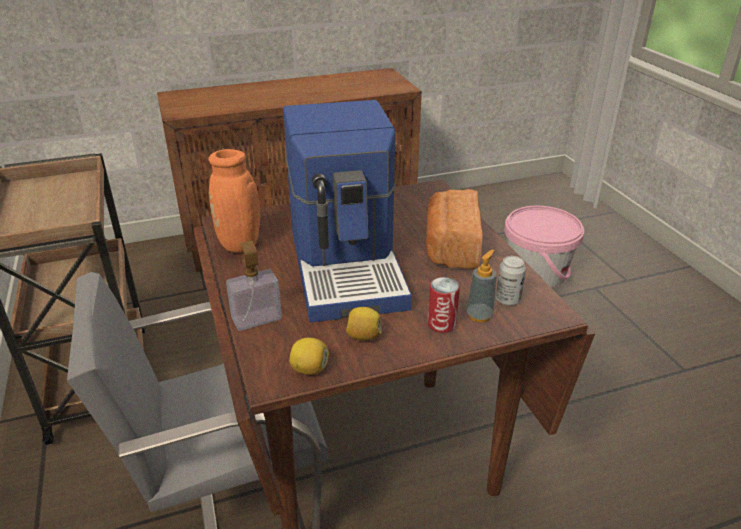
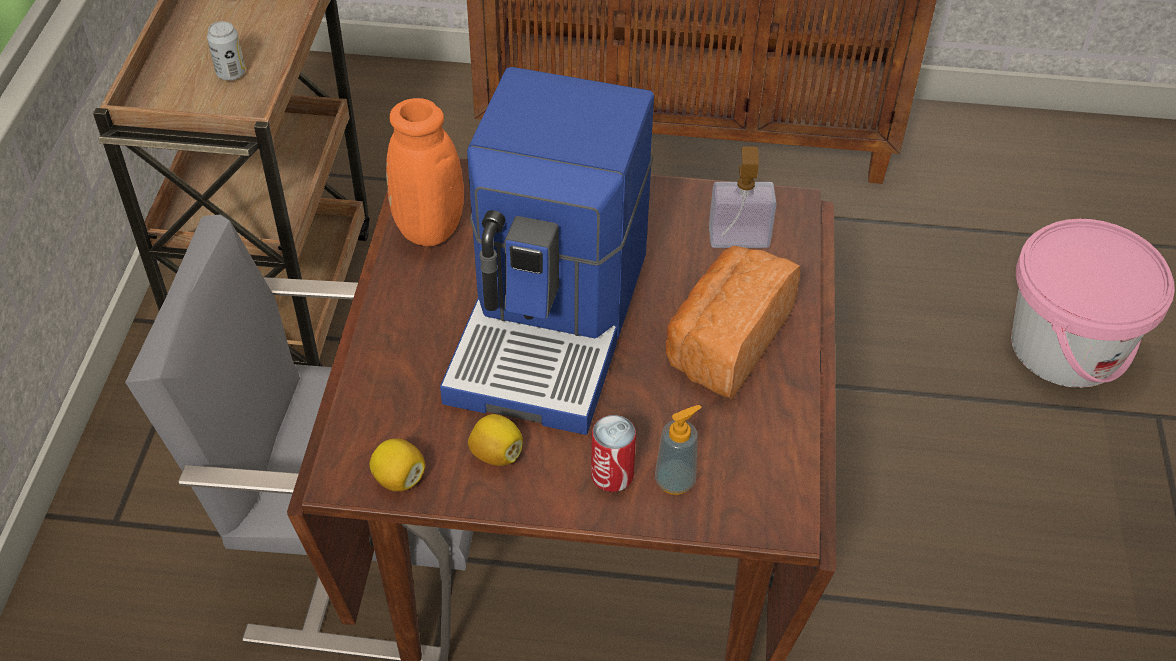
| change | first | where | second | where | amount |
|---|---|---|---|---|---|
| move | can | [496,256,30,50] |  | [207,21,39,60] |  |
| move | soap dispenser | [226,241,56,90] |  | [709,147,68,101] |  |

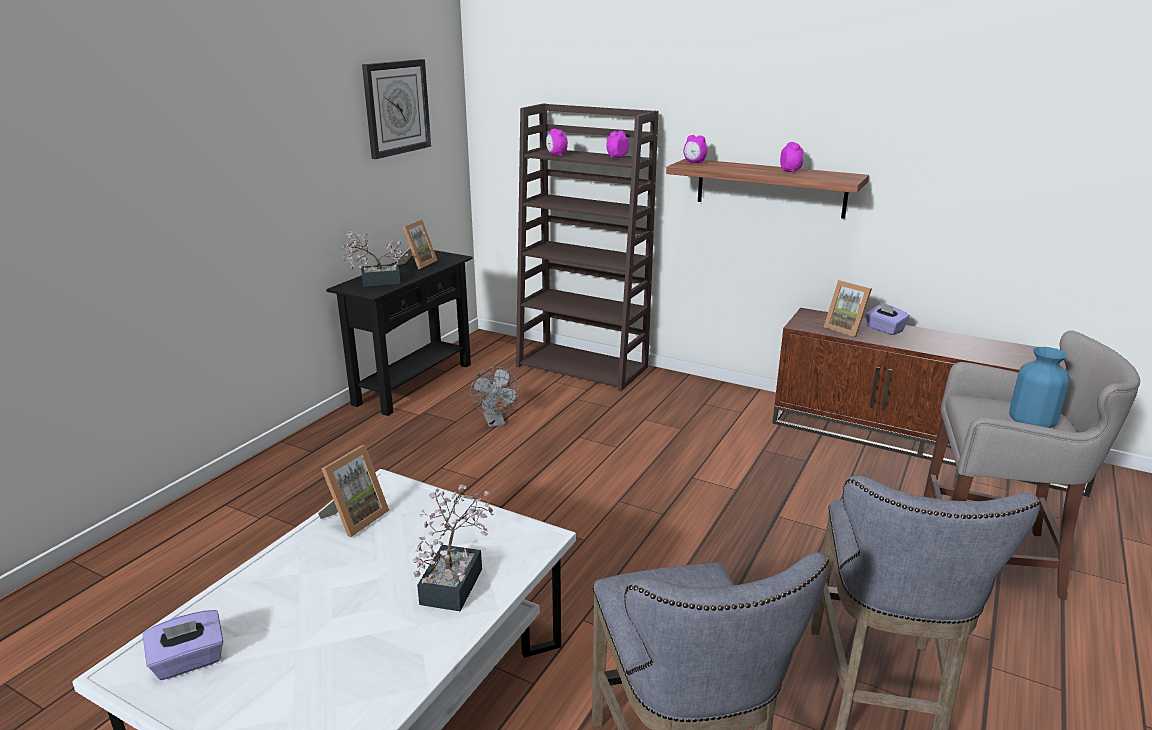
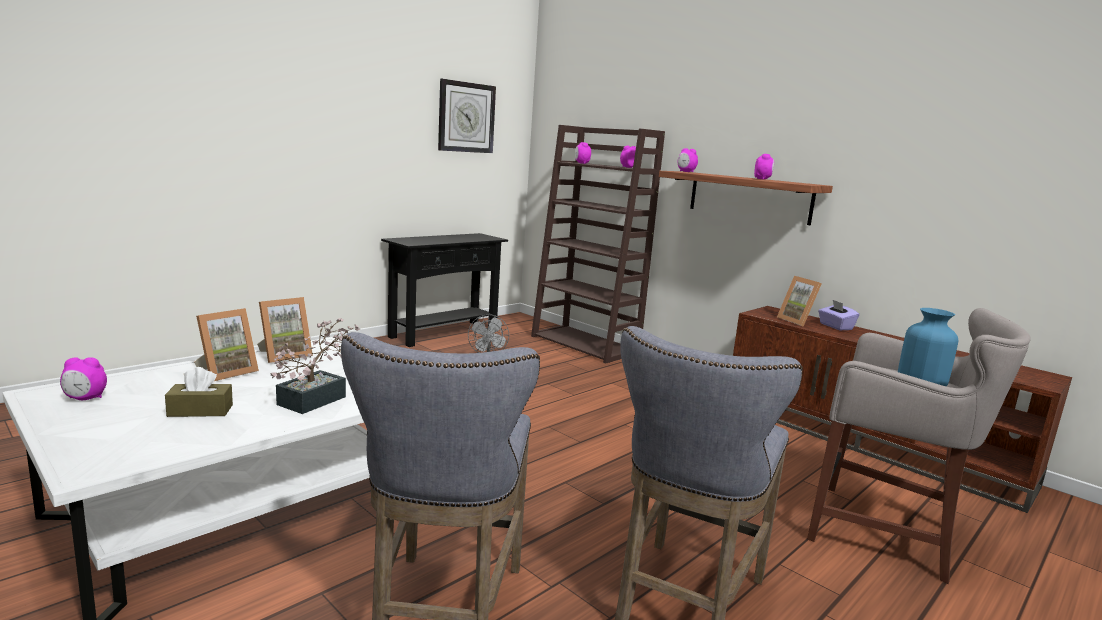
| change | first | where | second | where | amount |
|---|---|---|---|---|---|
| replace | purple tissue box | [142,610,81,70] | alarm clock | [60,357,47,43] |  |
| insert |  |  | brown tissue box | [165,367,68,50] |  |
| move | picture frame | [397,220,40,49] |  | [194,308,65,73] |  |
| delete | potted plant | [342,231,66,56] |  |  |  |

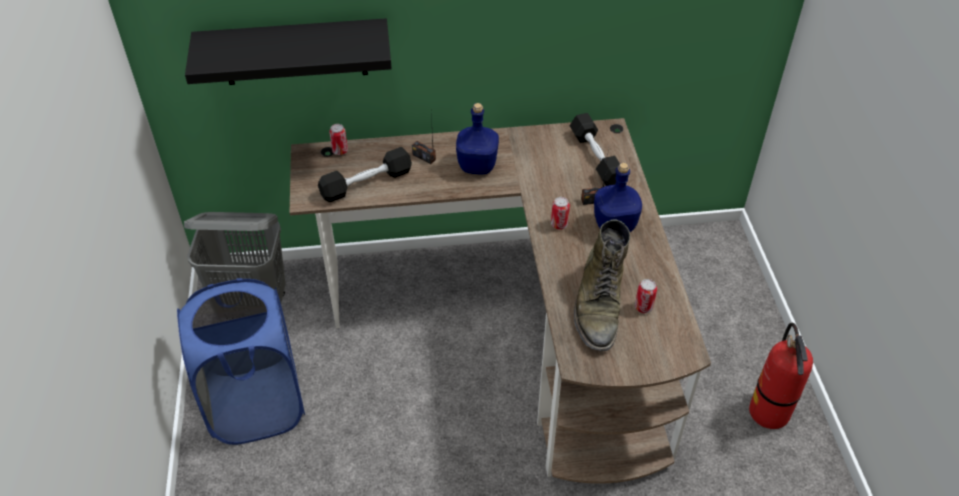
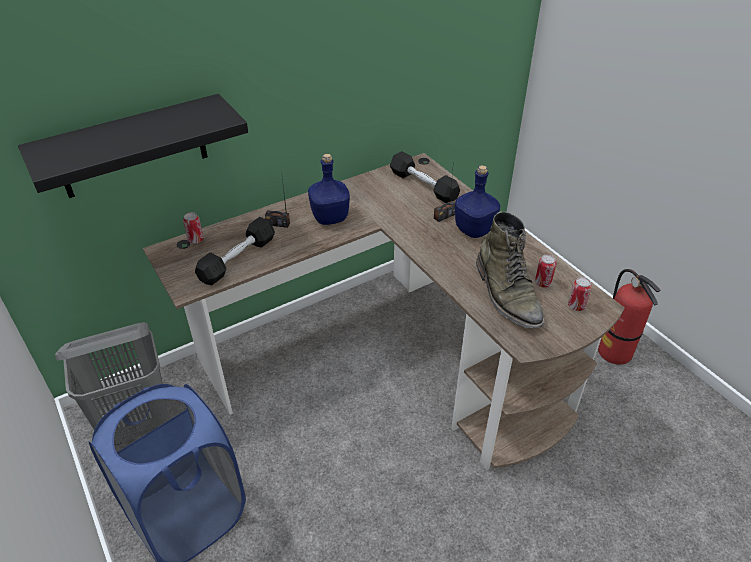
| change | first | where | second | where | amount |
|---|---|---|---|---|---|
| move | can | [551,197,19,33] |  | [568,277,24,34] |  |

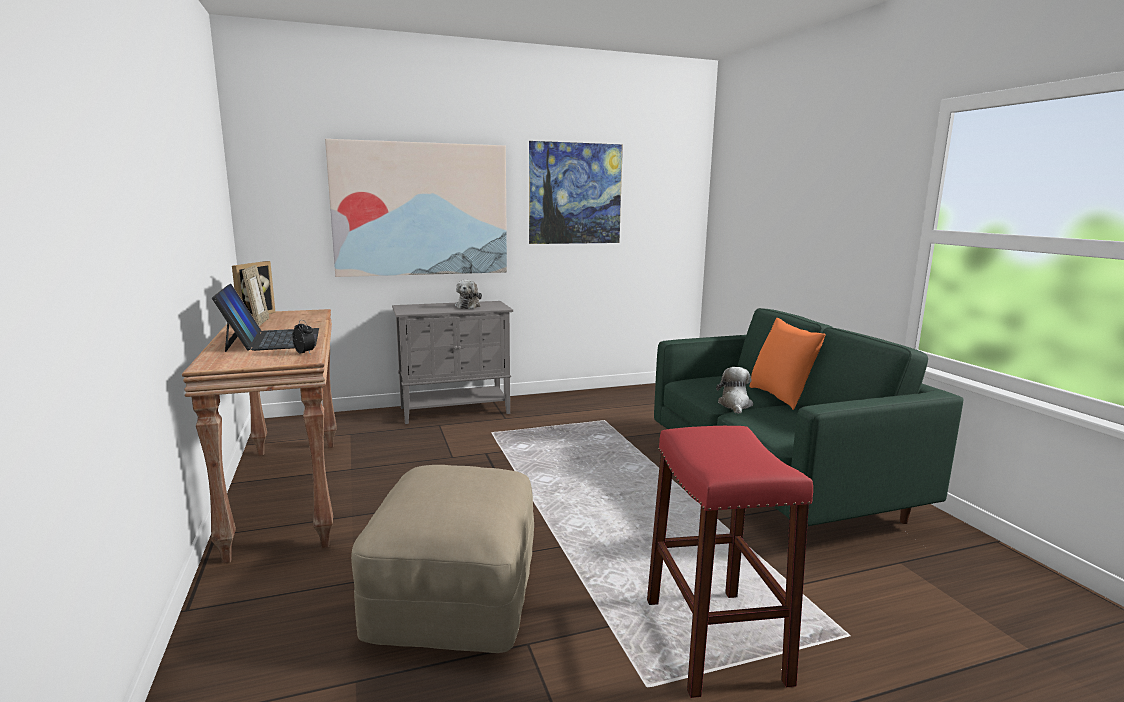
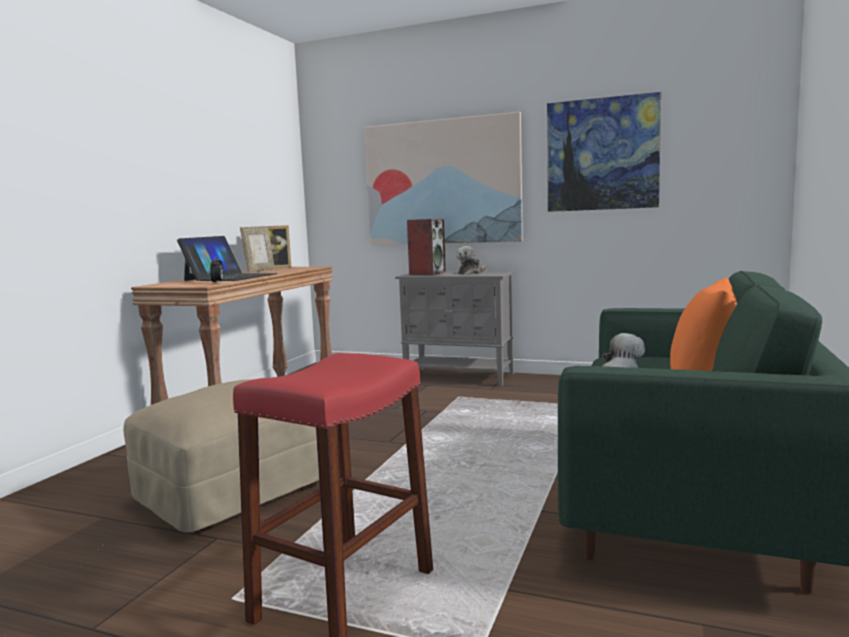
| change | first | where | second | where | amount |
|---|---|---|---|---|---|
| insert |  |  | speaker | [407,219,39,56] |  |

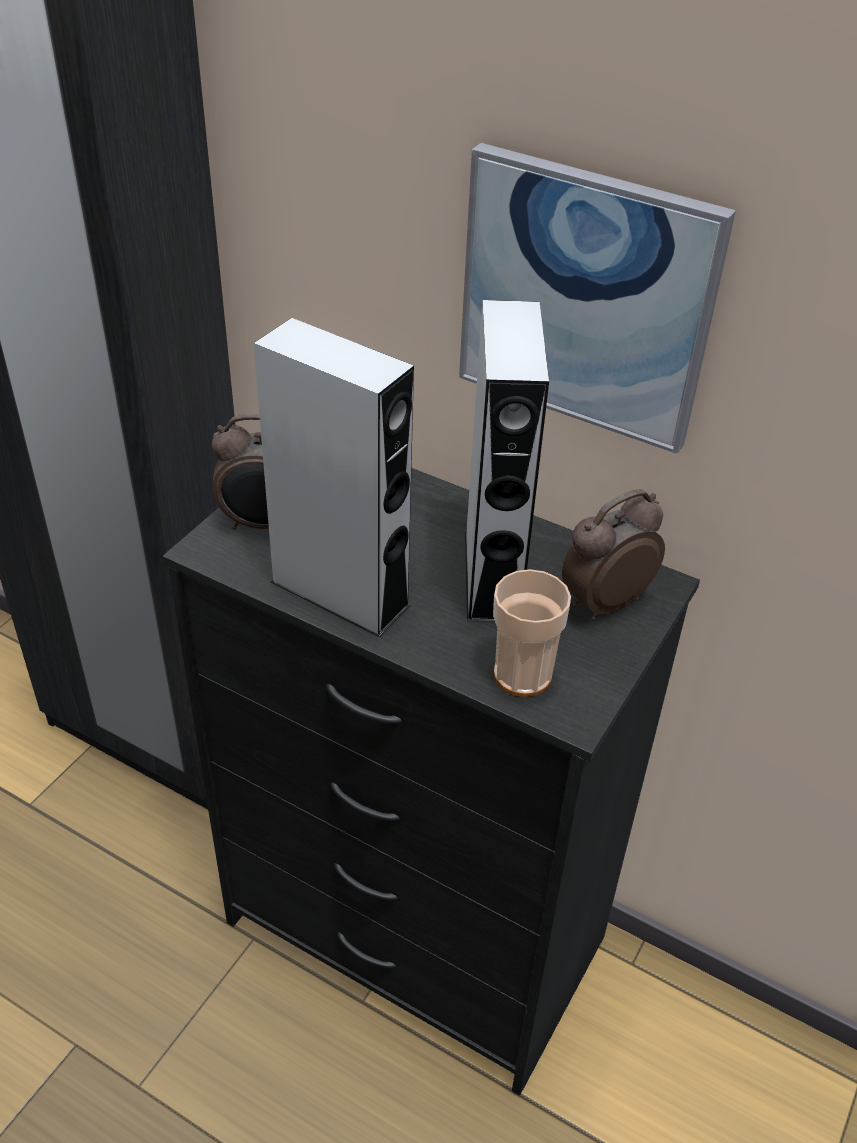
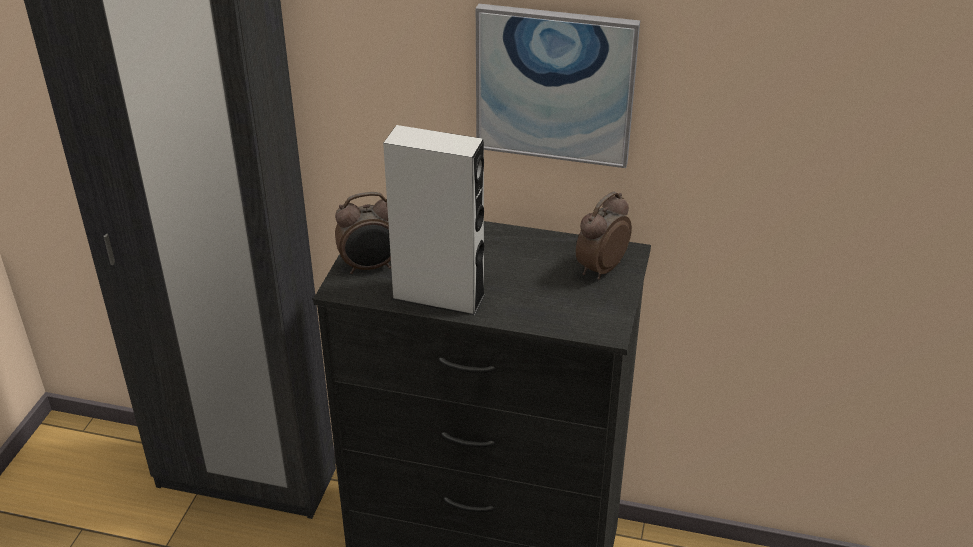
| change | first | where | second | where | amount |
|---|---|---|---|---|---|
| delete | grey speaker | [465,300,84,322] |  |  |  |
| delete | cup | [493,569,78,128] |  |  |  |

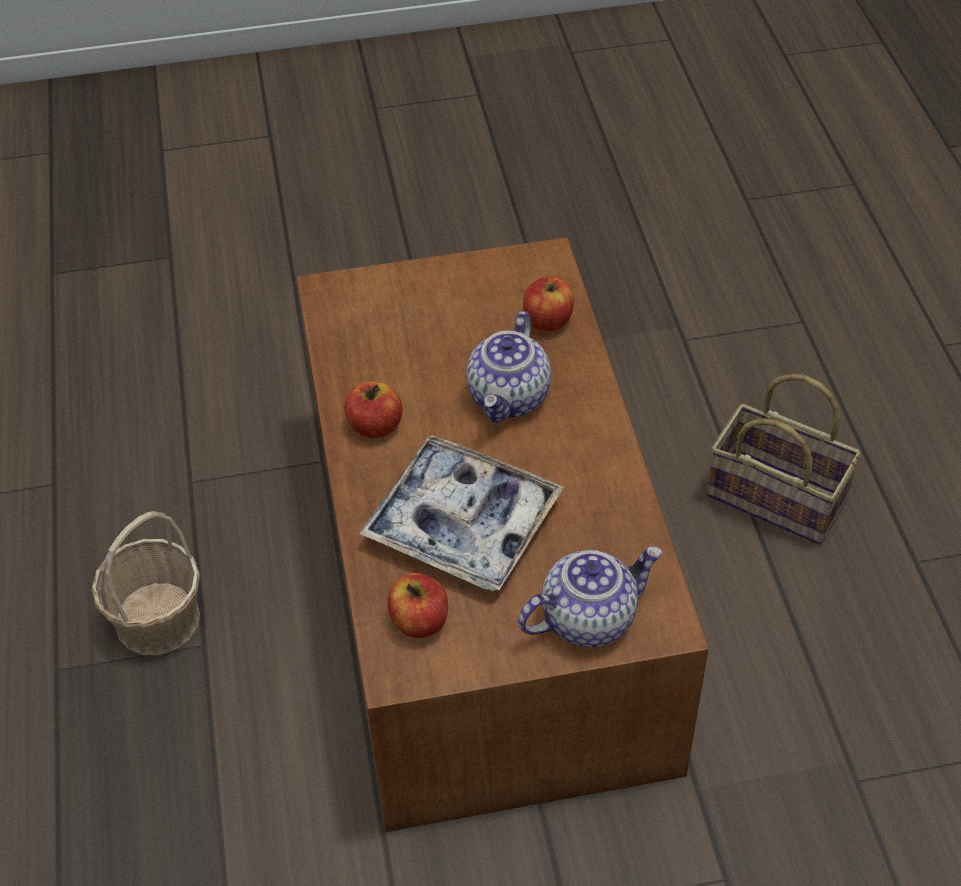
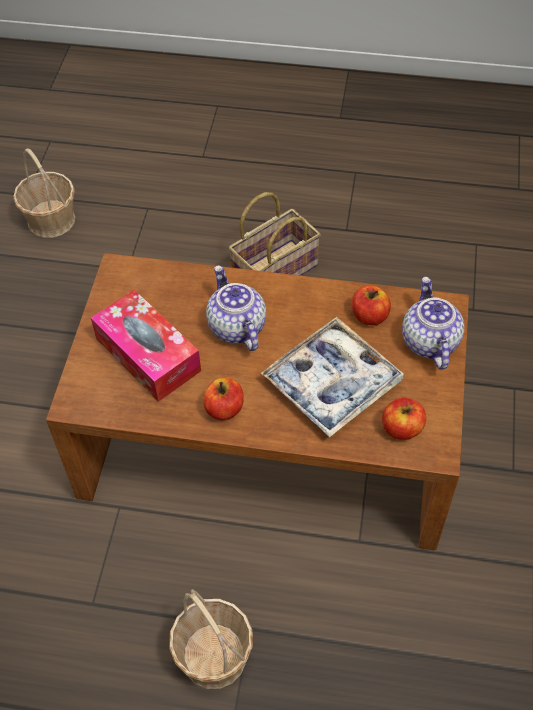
| change | first | where | second | where | amount |
|---|---|---|---|---|---|
| insert |  |  | basket | [13,148,62,90] |  |
| insert |  |  | tissue box | [91,290,110,112] |  |
| rotate | teapot | [466,311,85,111] |  | [206,265,60,86] | 150 degrees counterclockwise |
| move | apple | [523,276,51,56] |  | [352,286,39,39] |  |

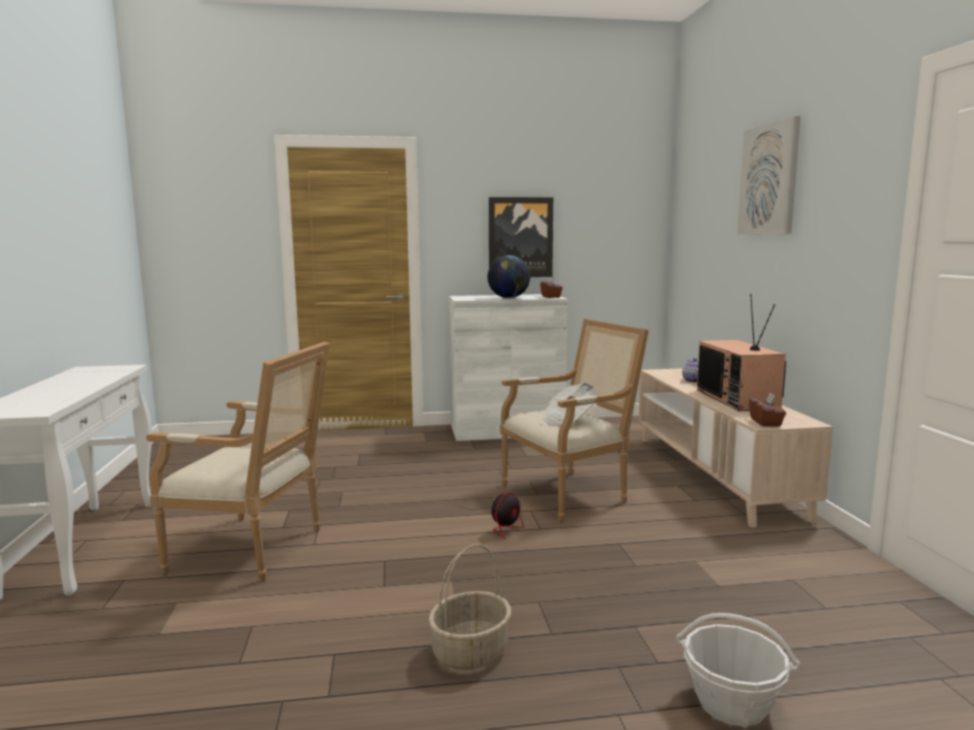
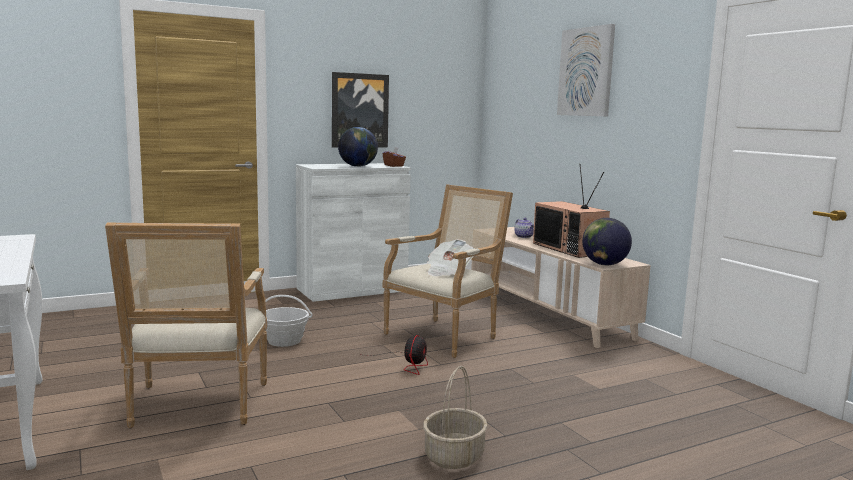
| change | first | where | second | where | amount |
|---|---|---|---|---|---|
| rotate | armchair | [146,342,184,239] |  | [105,222,162,206] | 90 degrees clockwise |
| move | basket | [677,613,123,114] |  | [265,295,47,52] |  |
| replace | brown tissue box | [749,393,37,33] | globe | [582,218,50,47] |  |

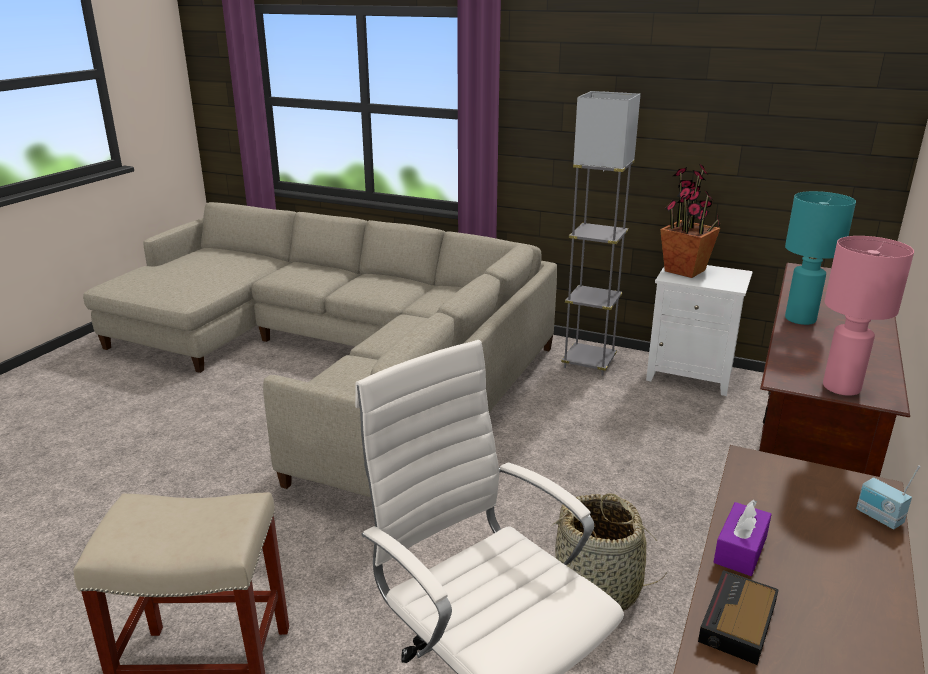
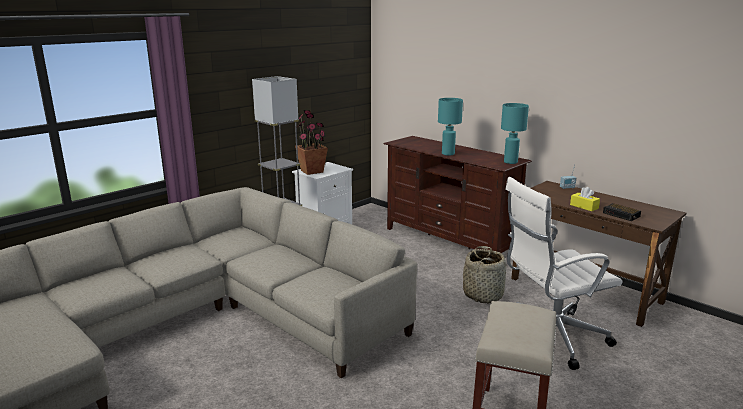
| change | first | where | second | where | amount |
|---|---|---|---|---|---|
| recolor | pink table lamp | [823,236,91,160] | turquoise table lamp | [501,103,28,61] |  |
| recolor | purple tissue box | [714,499,58,77] | yellow tissue box | [570,187,30,24] |  |

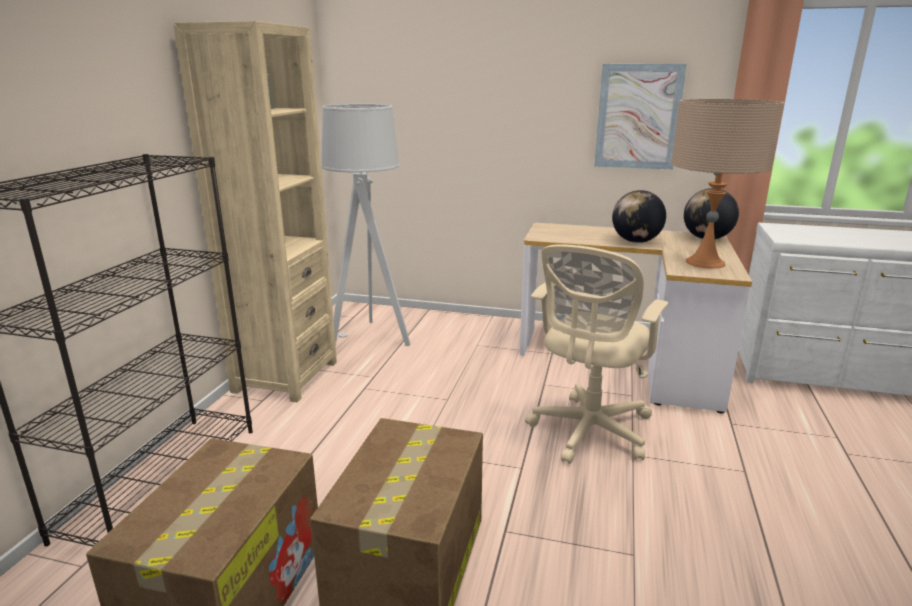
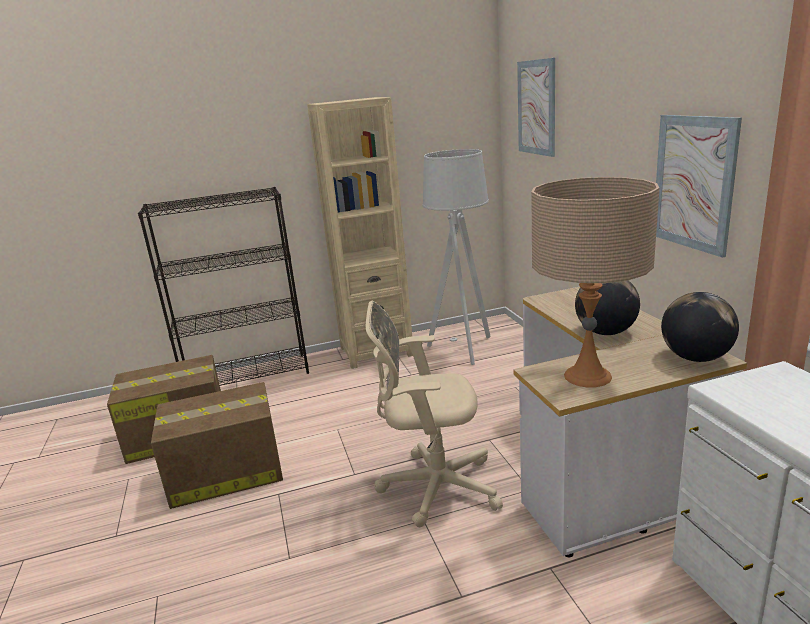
| change | first | where | second | where | amount |
|---|---|---|---|---|---|
| insert |  |  | picture | [517,58,38,99] |  |

